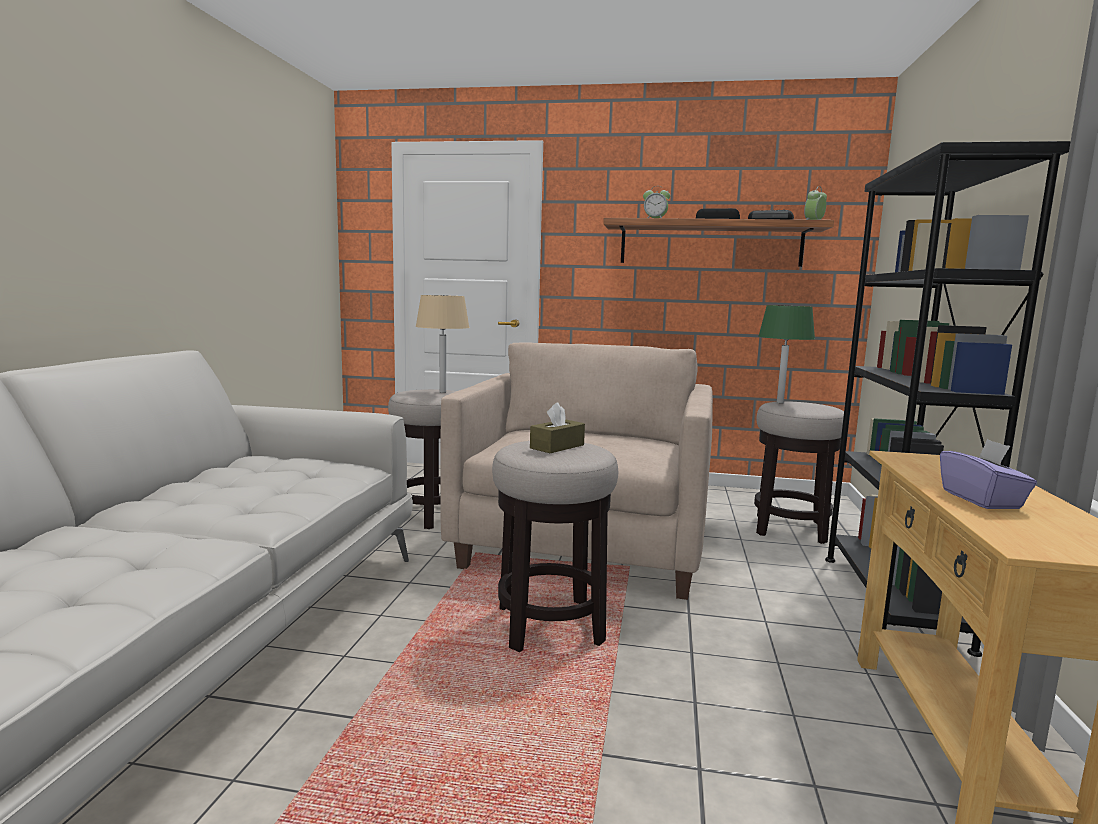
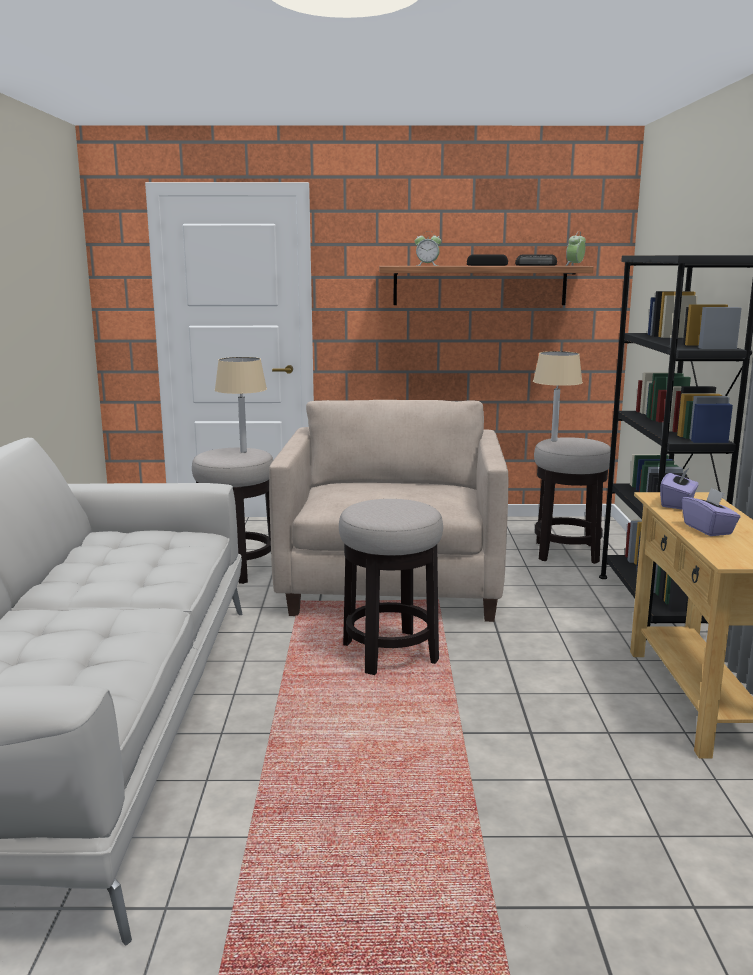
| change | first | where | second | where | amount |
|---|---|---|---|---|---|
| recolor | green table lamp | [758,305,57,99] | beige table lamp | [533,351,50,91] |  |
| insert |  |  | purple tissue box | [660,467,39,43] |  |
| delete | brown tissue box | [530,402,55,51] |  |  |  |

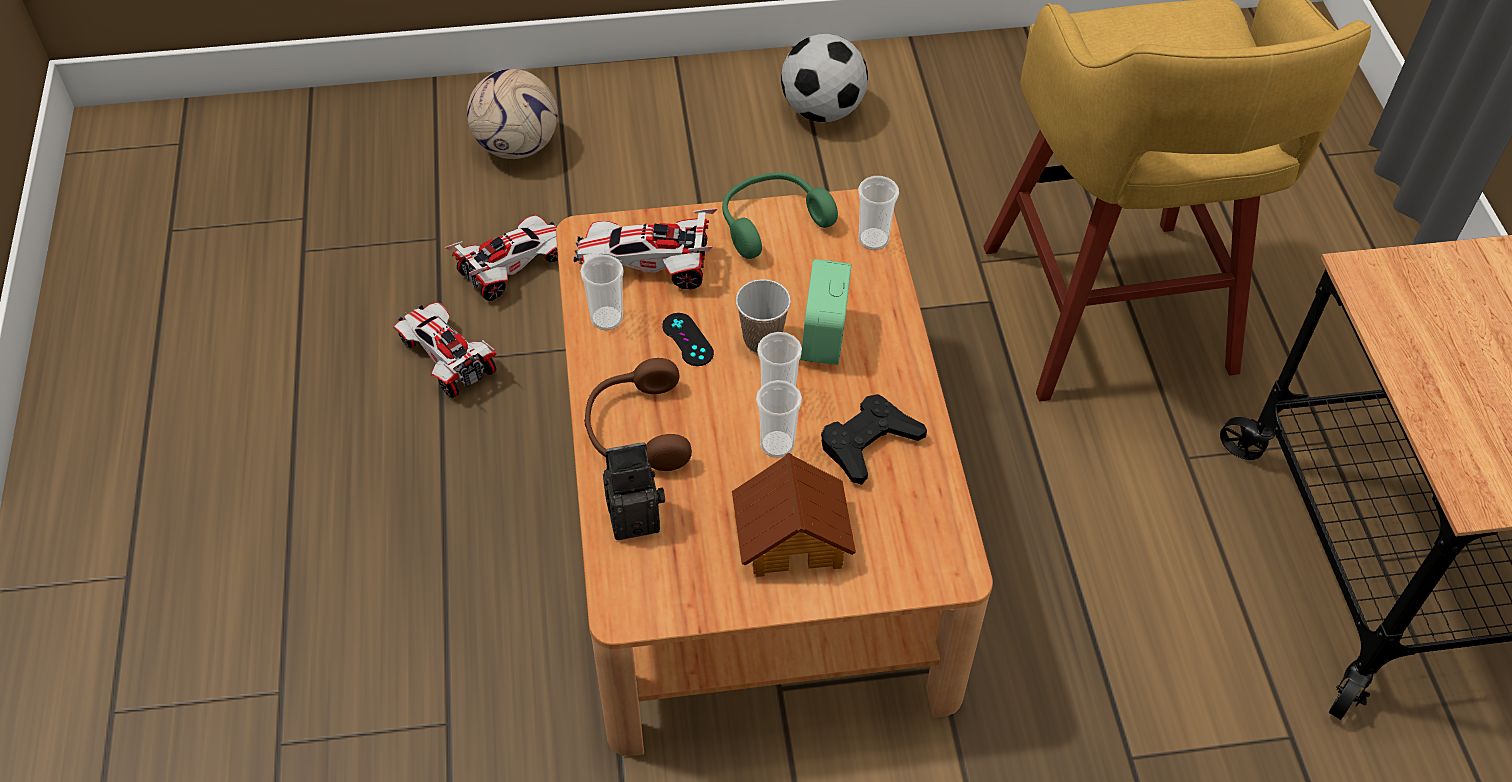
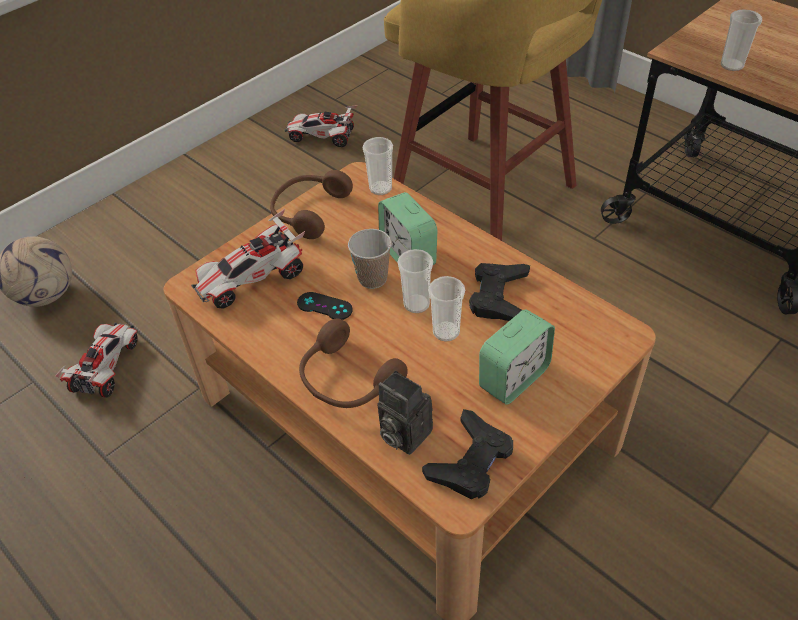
| change | first | where | second | where | amount |
|---|---|---|---|---|---|
| recolor | green headphones | [722,172,116,87] | brown headphones | [270,170,83,69] |  |
| move | toy car | [393,302,104,96] |  | [284,105,73,42] |  |
| rotate | photo camera | [603,442,62,98] |  | [378,371,55,84] | 90 degrees counterclockwise |
| insert |  |  | black game controller | [422,409,91,90] |  |
| replace | toy house | [732,453,124,124] | alarm clock | [479,310,76,95] |  |
| move | cup | [580,254,44,77] |  | [721,9,41,62] |  |
| delete | football | [781,34,87,88] |  |  |  |

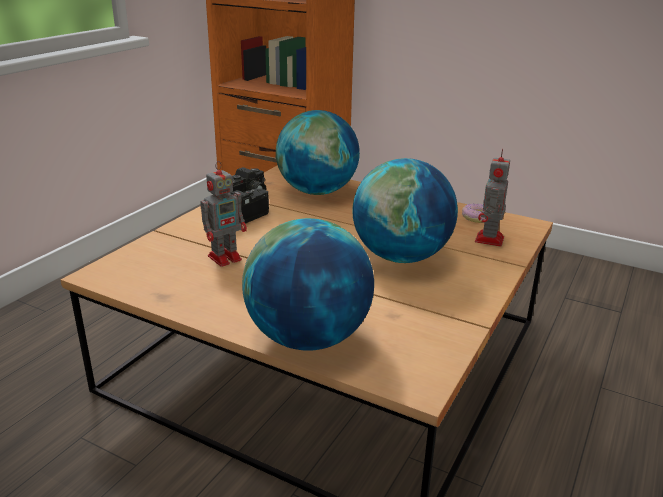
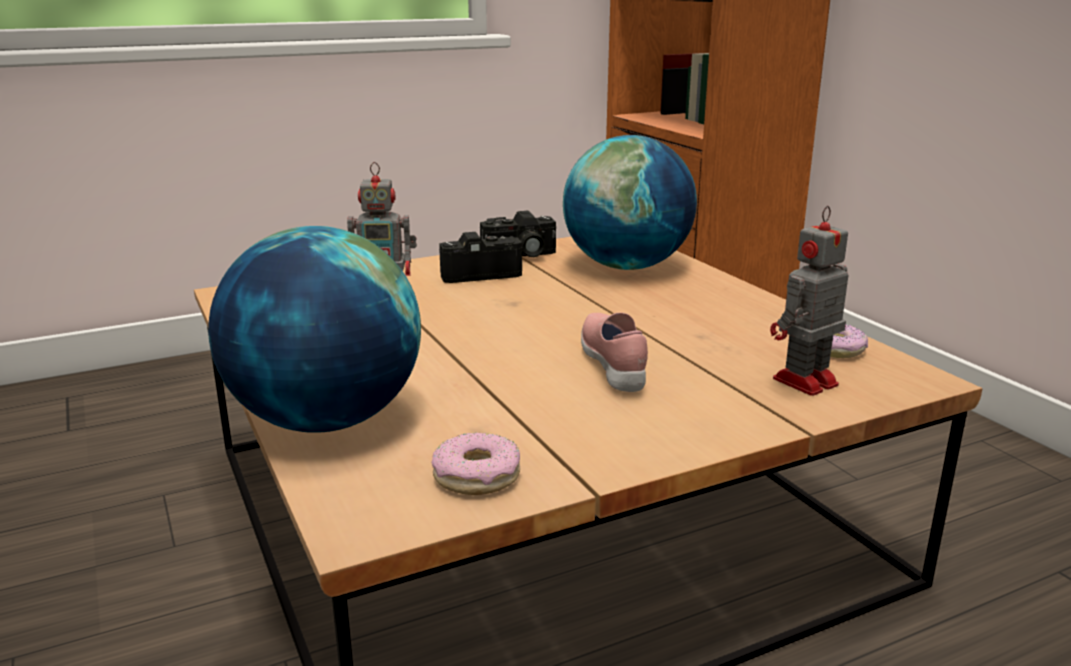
| change | first | where | second | where | amount |
|---|---|---|---|---|---|
| insert |  |  | donut | [432,433,88,62] |  |
| replace | globe | [353,158,105,105] | pink shoe | [581,313,67,79] |  |

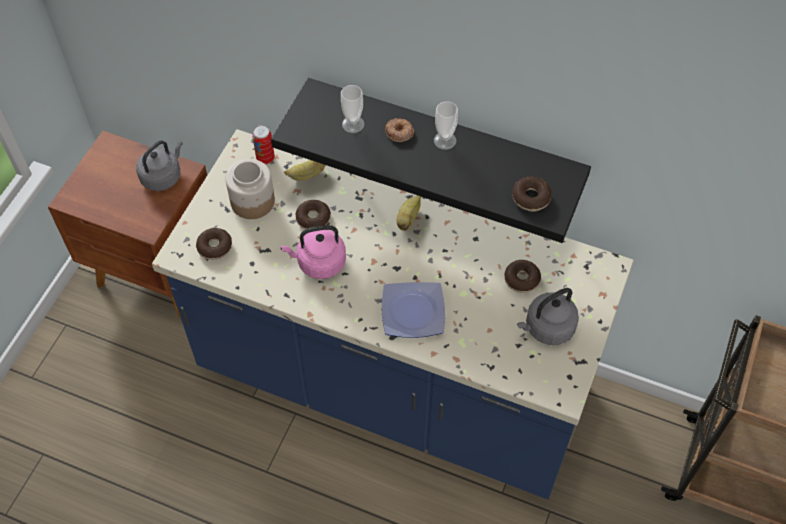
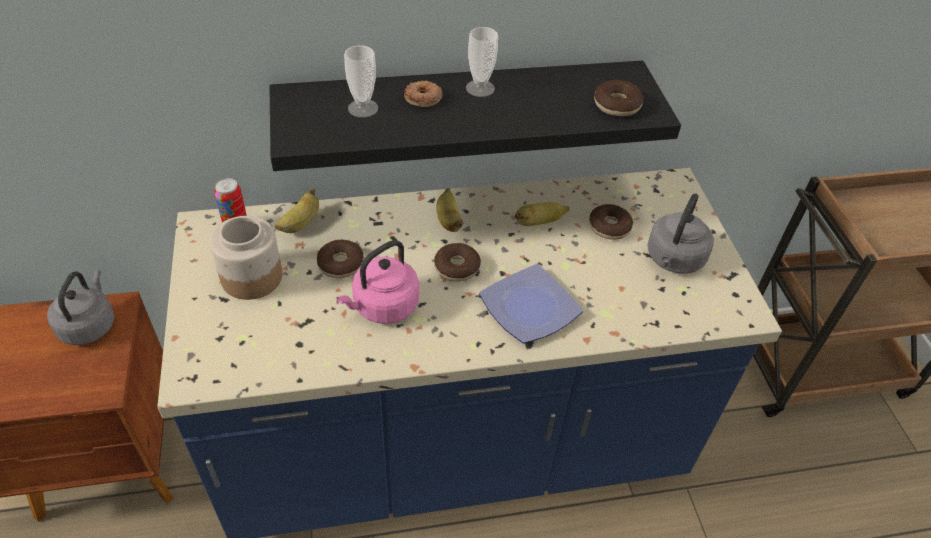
| change | first | where | second | where | amount |
|---|---|---|---|---|---|
| move | donut | [196,228,36,32] |  | [434,243,47,39] |  |
| insert |  |  | banana | [515,202,55,24] |  |

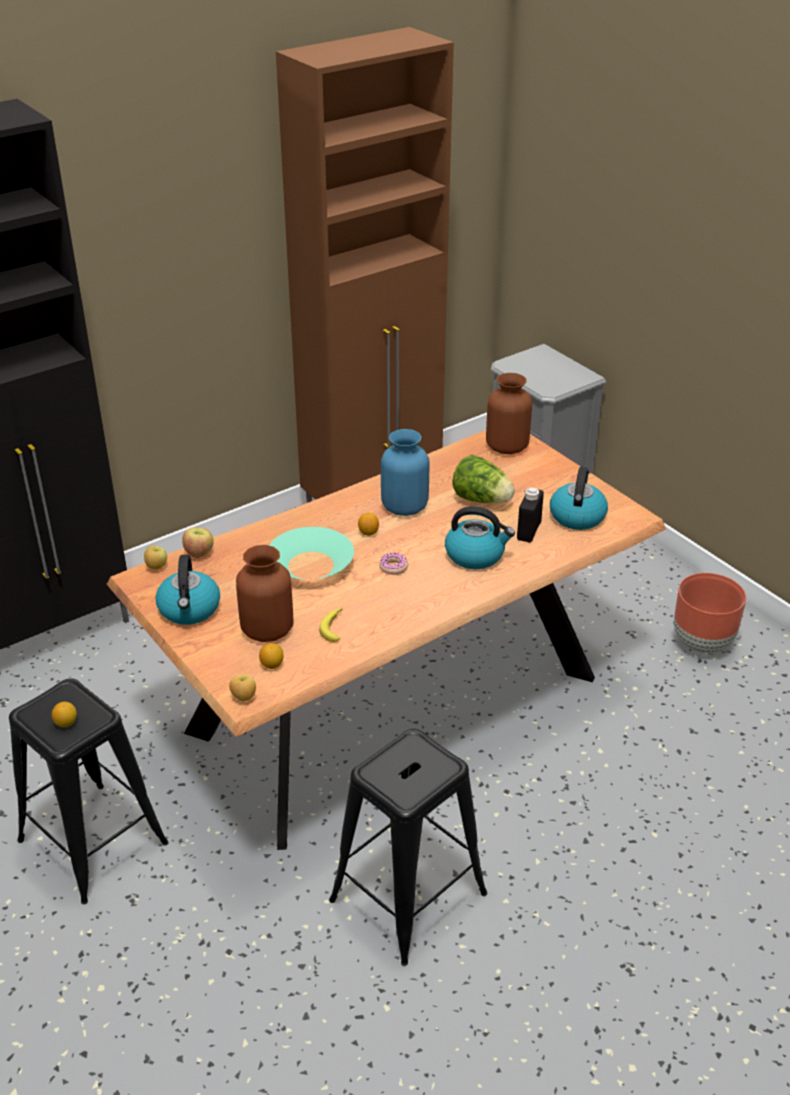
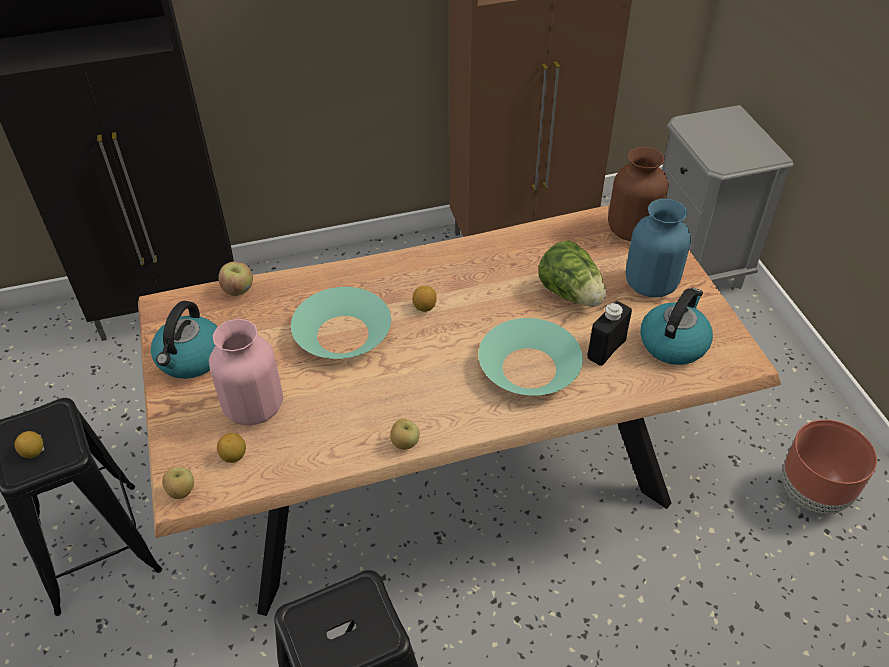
| change | first | where | second | where | amount |
|---|---|---|---|---|---|
| recolor | brown vase | [236,545,57,97] | pink vase | [209,319,74,107] |  |
| move | apple | [144,546,23,24] |  | [390,419,30,31] |  |
| replace | kettle | [445,506,70,63] | turquoise bowl | [478,318,105,78] |  |
| move | blue vase | [381,429,48,87] |  | [626,199,65,98] |  |
| delete | banana | [319,607,23,35] |  |  |  |
| delete | donut | [379,553,29,22] |  |  |  |

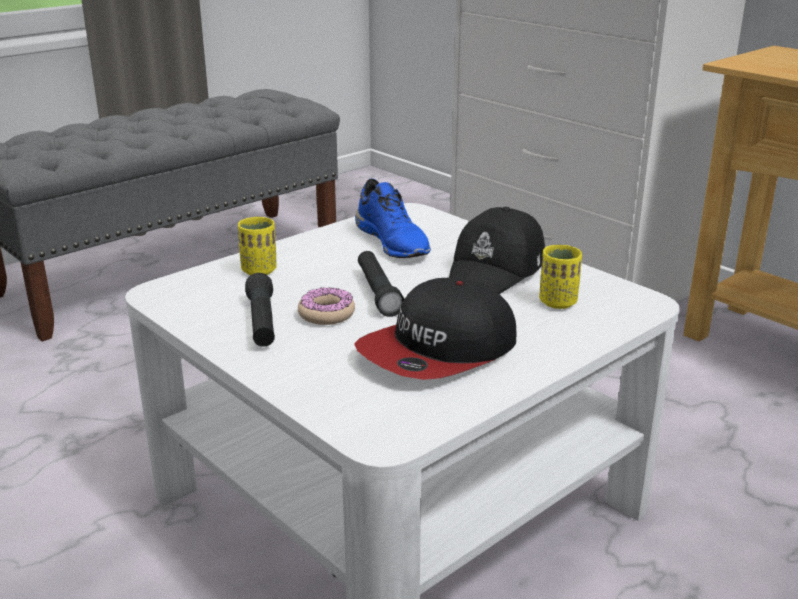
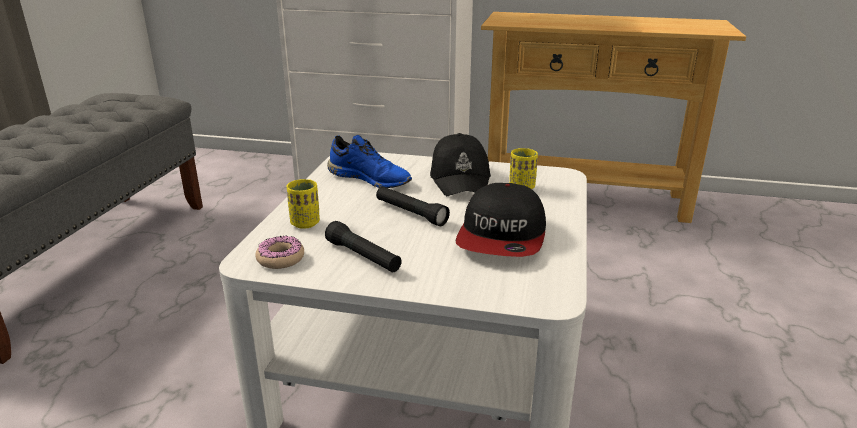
| change | first | where | second | where | amount |
|---|---|---|---|---|---|
| move | donut | [298,287,57,38] |  | [255,236,49,33] |  |

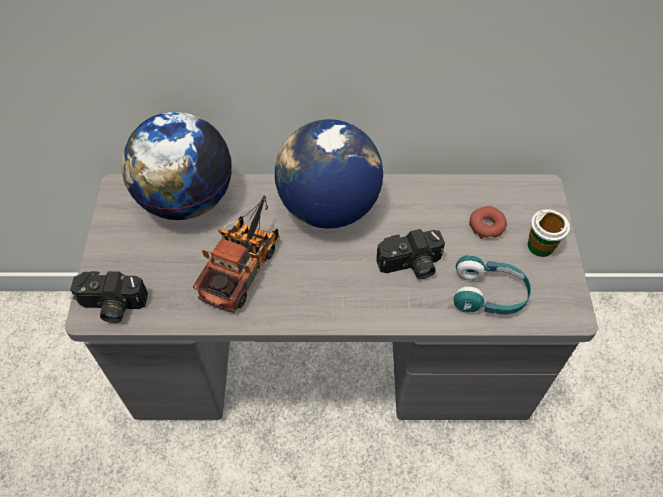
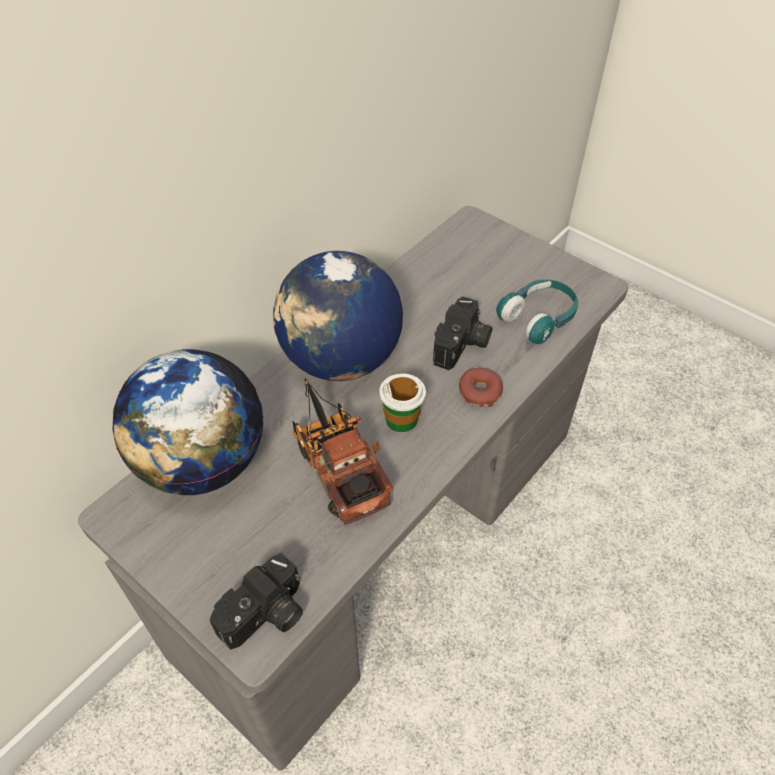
| change | first | where | second | where | amount |
|---|---|---|---|---|---|
| move | cup | [528,209,42,48] |  | [379,373,47,59] |  |
| move | donut | [469,206,38,33] |  | [459,368,44,39] |  |

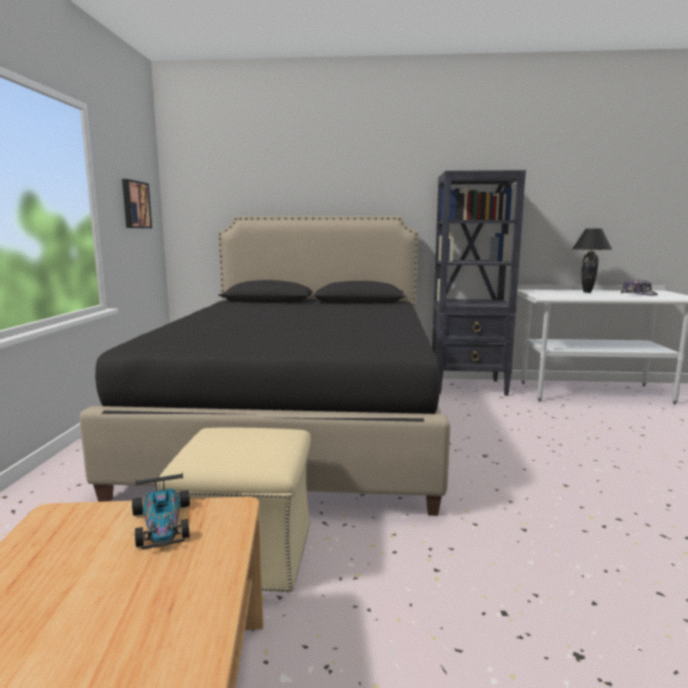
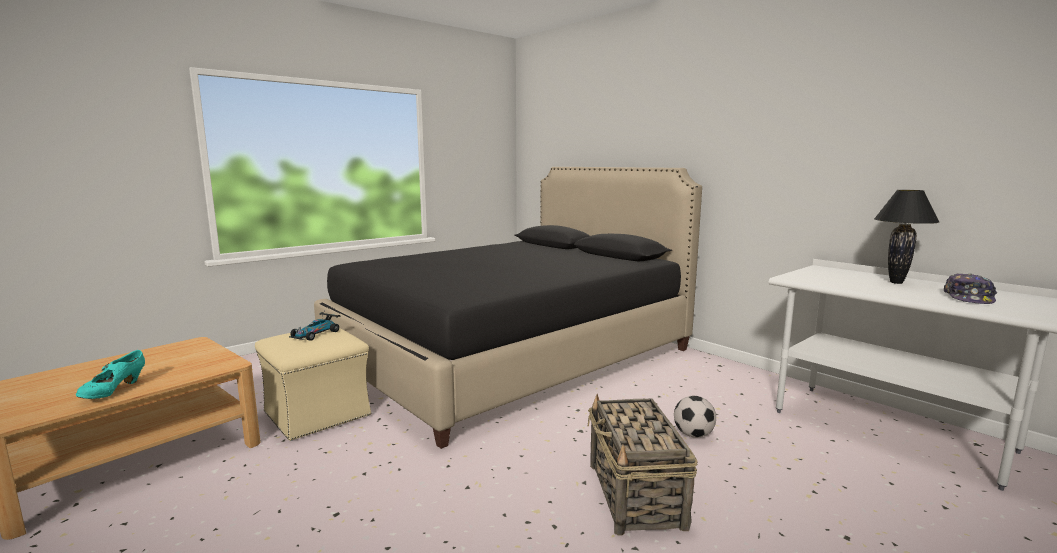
| change | first | where | second | where | amount |
|---|---|---|---|---|---|
| insert |  |  | turquoise shoe | [76,350,69,49] |  |
| move | toy car | [132,473,58,76] |  | [289,312,51,29] |  |
| insert |  |  | basket | [588,394,110,142] |  |
| insert |  |  | football | [674,396,42,42] |  |
| delete | picture | [122,179,30,49] |  |  |  |
| delete | black bookcase | [432,170,94,226] |  |  |  |

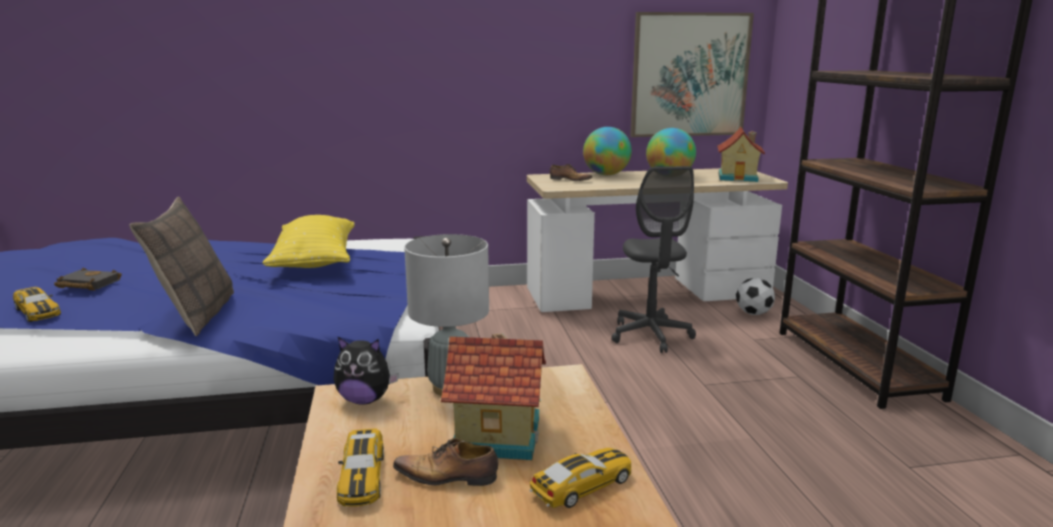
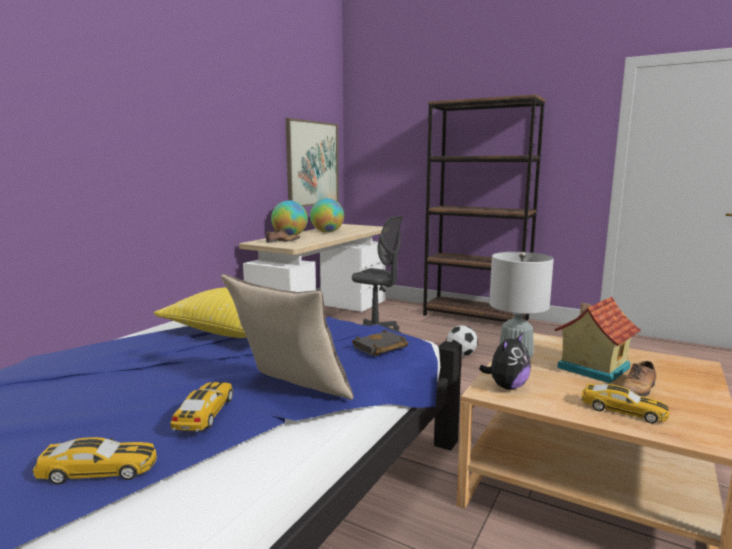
| change | first | where | second | where | amount |
|---|---|---|---|---|---|
| move | toy car | [529,448,102,60] |  | [170,382,63,50] |  |
| move | black book | [54,268,68,23] |  | [352,329,56,27] |  |
| move | football | [736,278,39,37] |  | [446,325,32,31] |  |
| delete | toy house | [717,127,48,55] |  |  |  |

